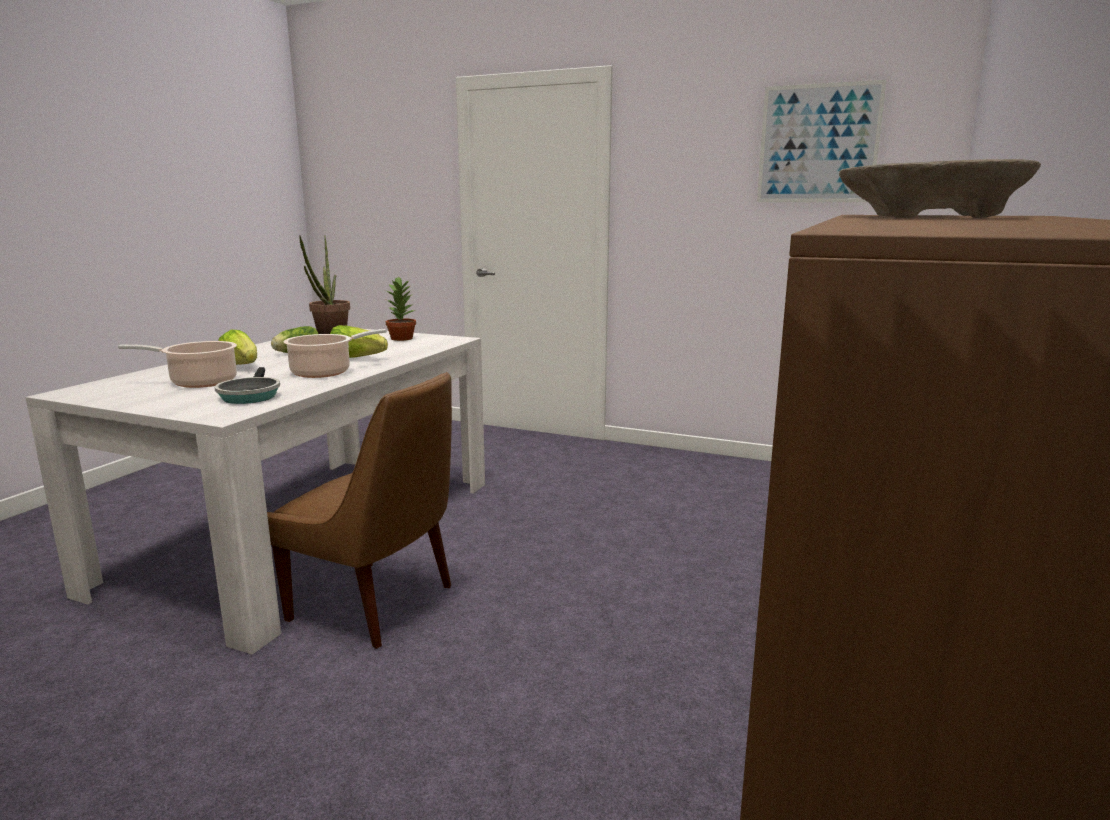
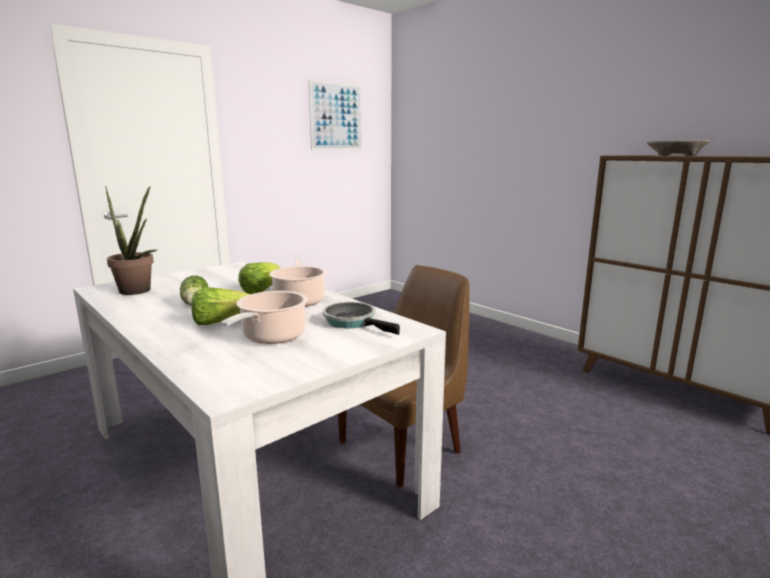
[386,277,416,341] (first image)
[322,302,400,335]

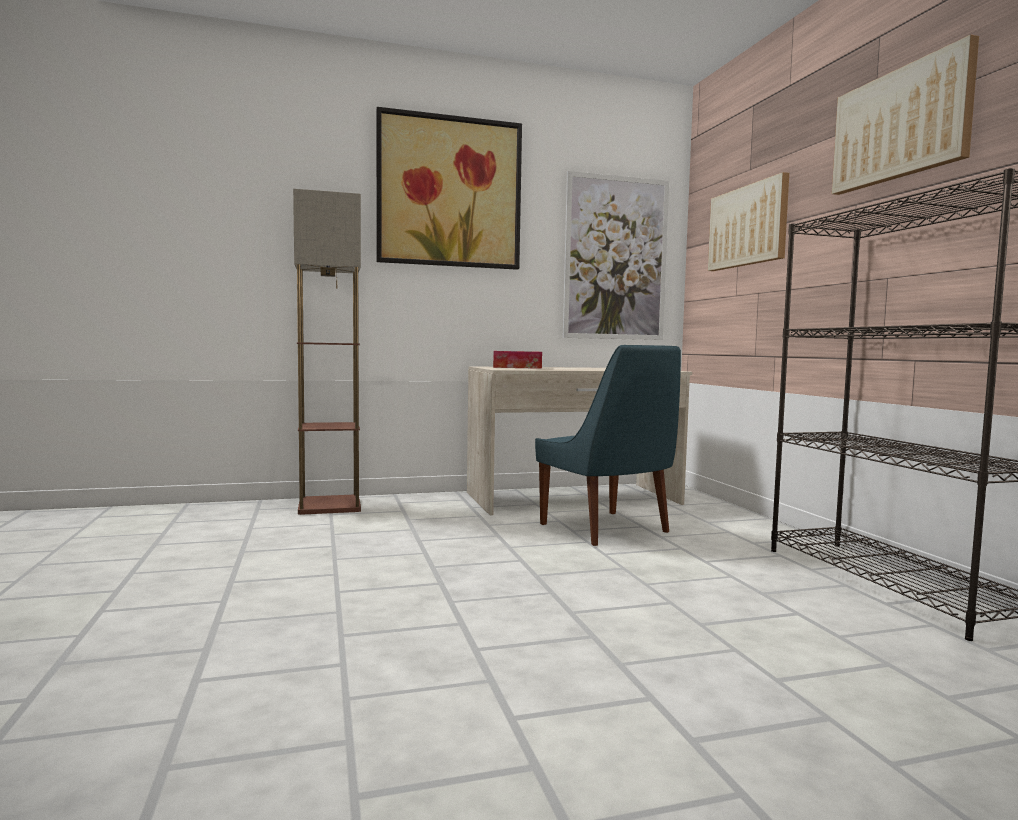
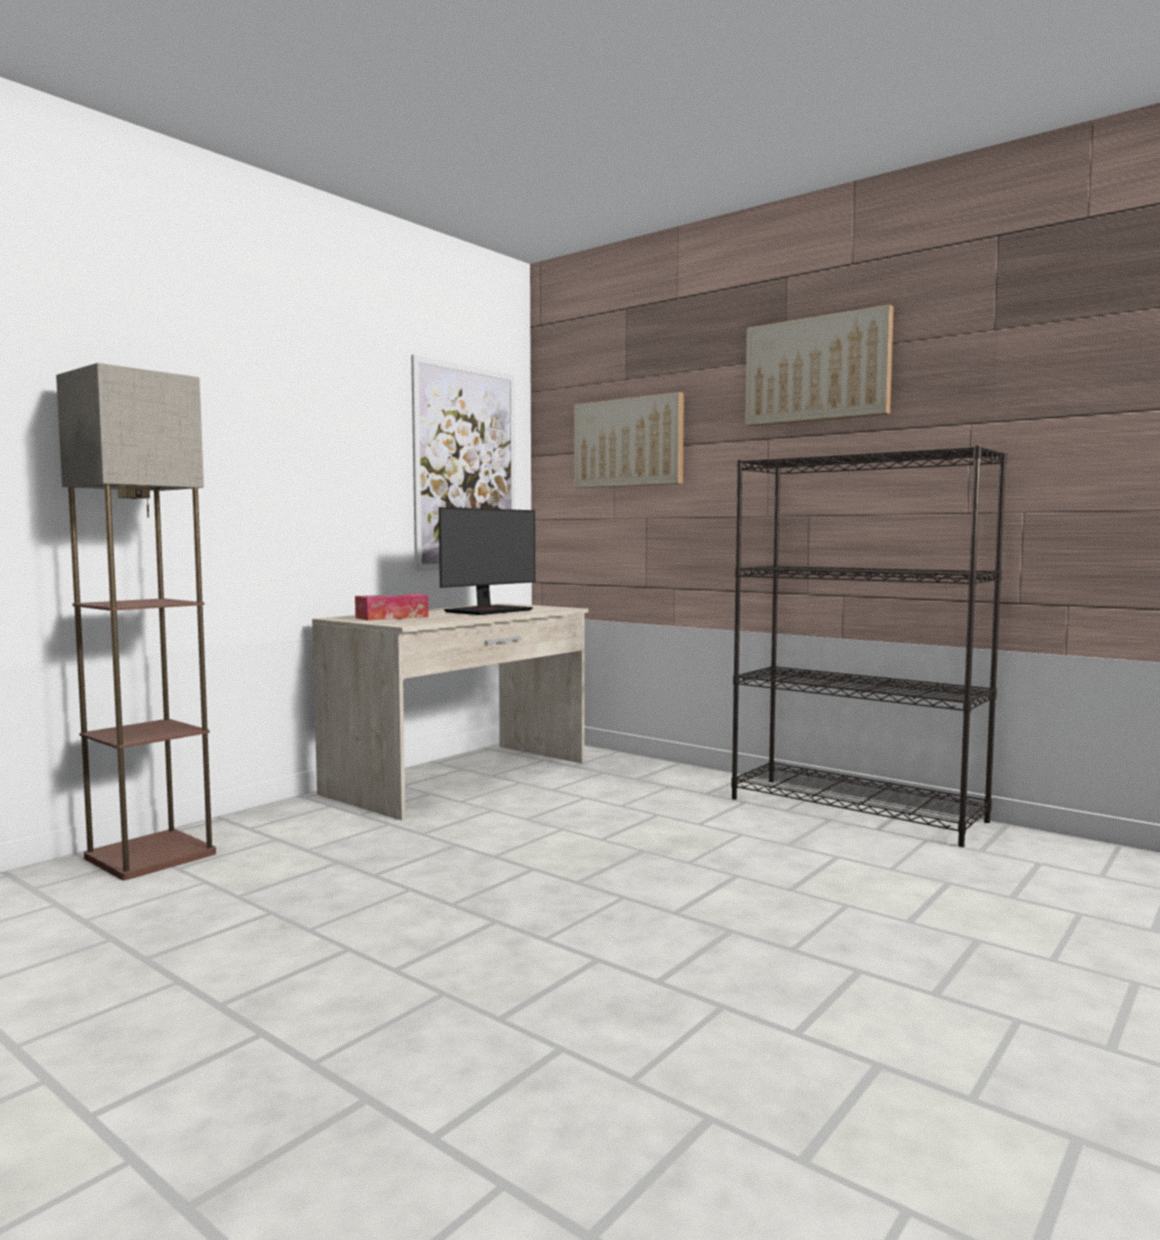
[376,107,522,270] (first image)
[535,345,681,546] (first image)
[439,507,535,615]

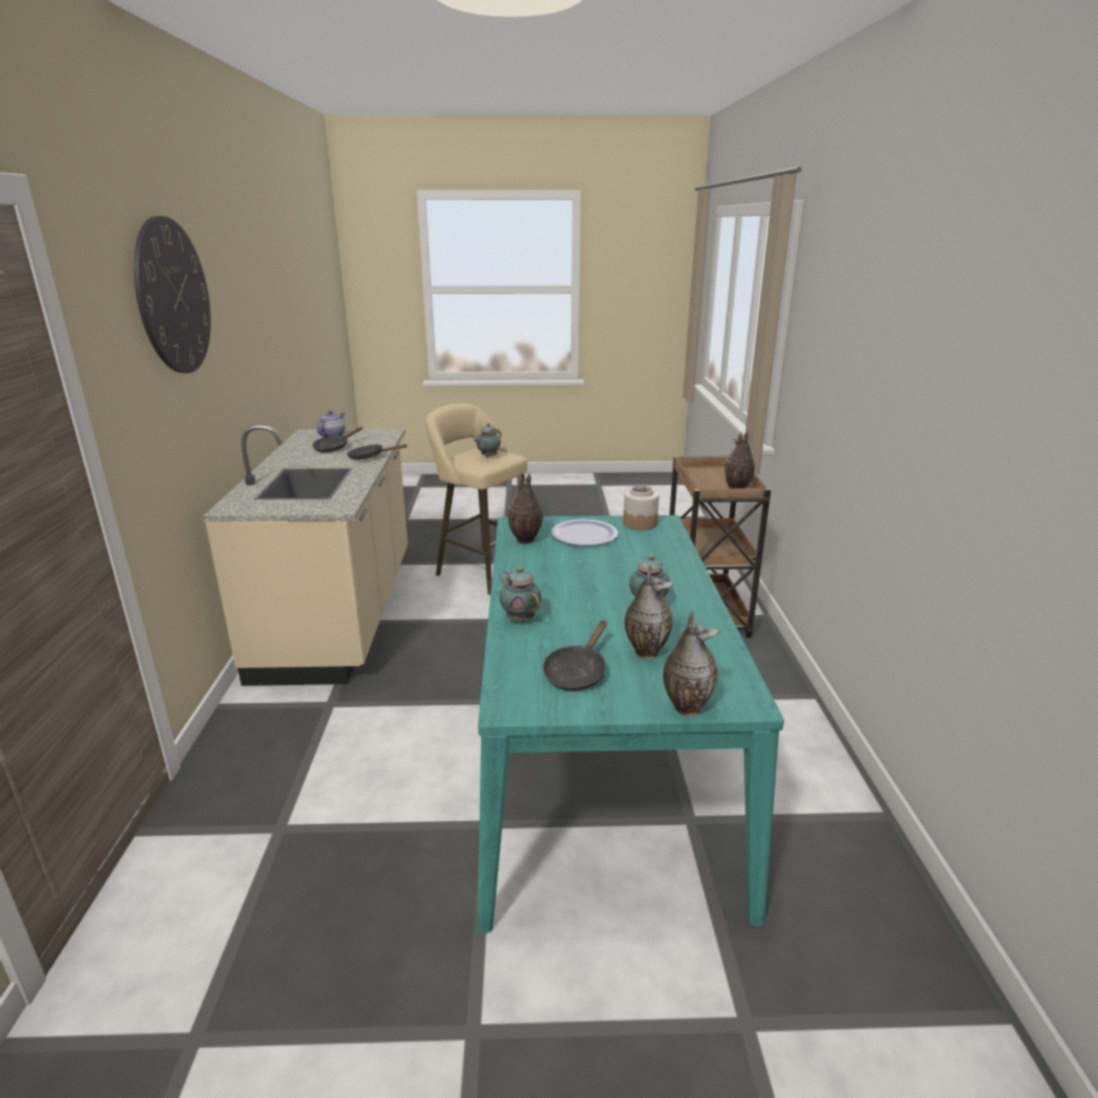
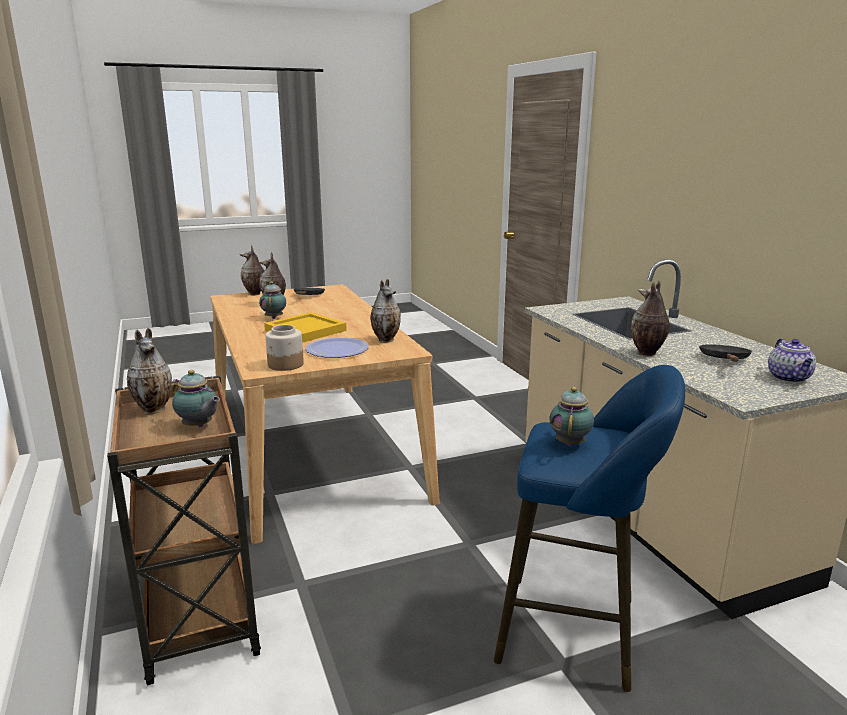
[134,216,211,373] (first image)
[264,312,347,343]
[172,370,220,427]
[631,280,670,356]
[494,365,685,692]
[210,284,440,544]

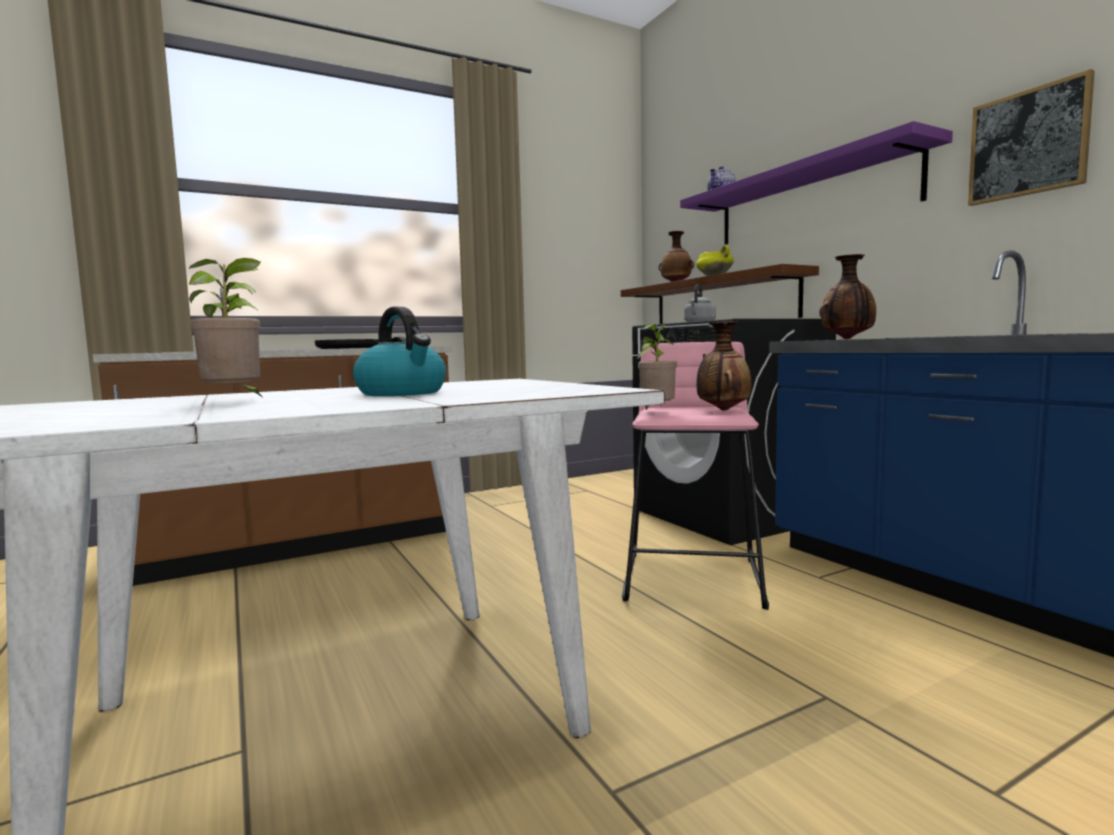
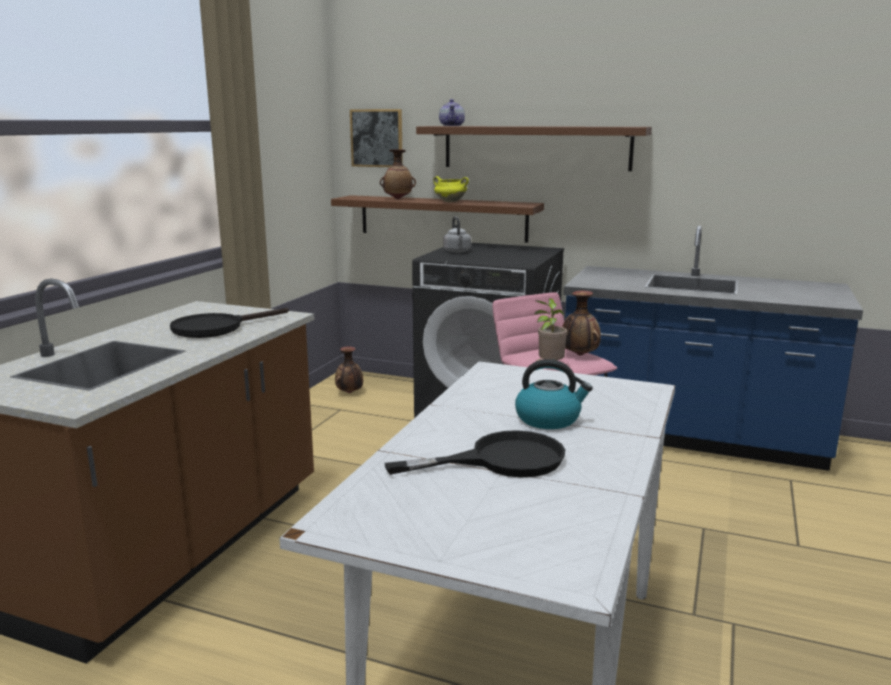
[335,347,363,393]
[350,109,403,167]
[385,430,565,477]
[416,126,652,171]

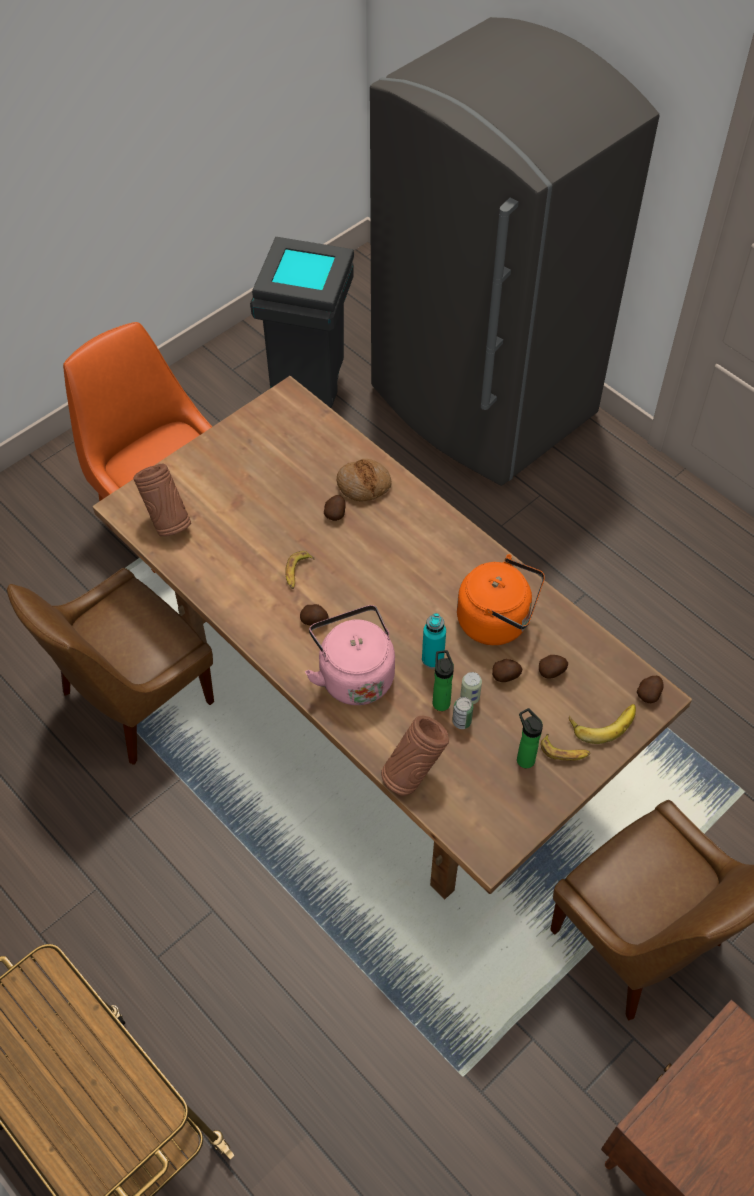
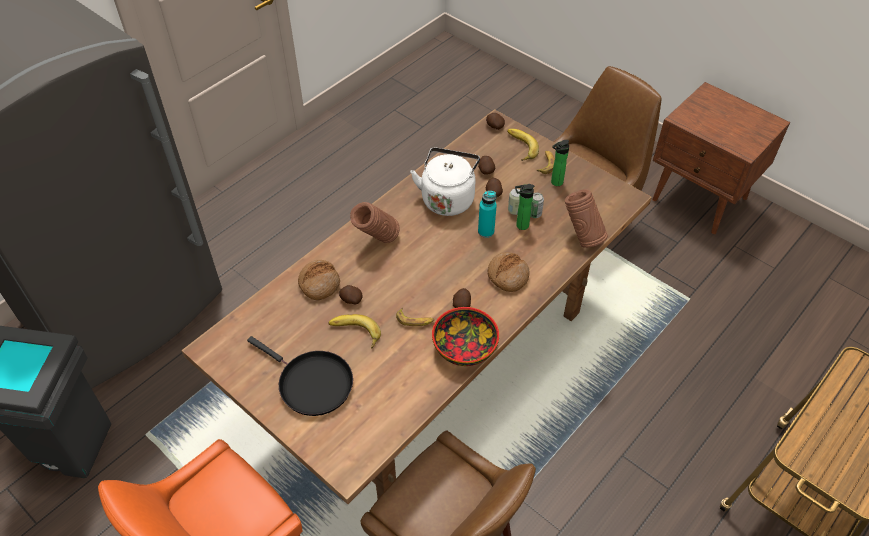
[247,336,353,416]
[328,314,381,348]
[432,307,499,366]
[350,202,400,243]
[487,252,530,292]
[410,147,480,216]

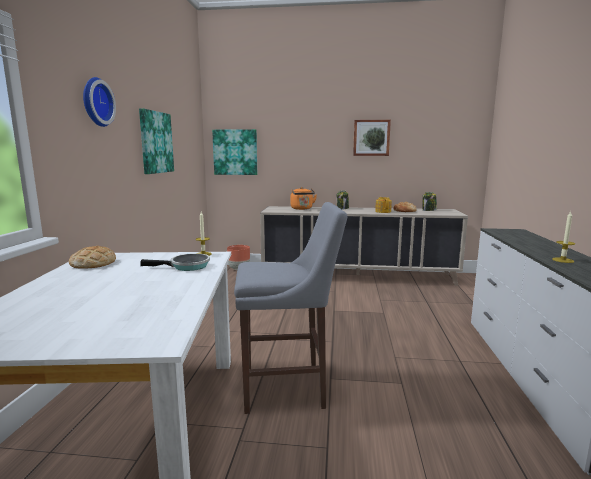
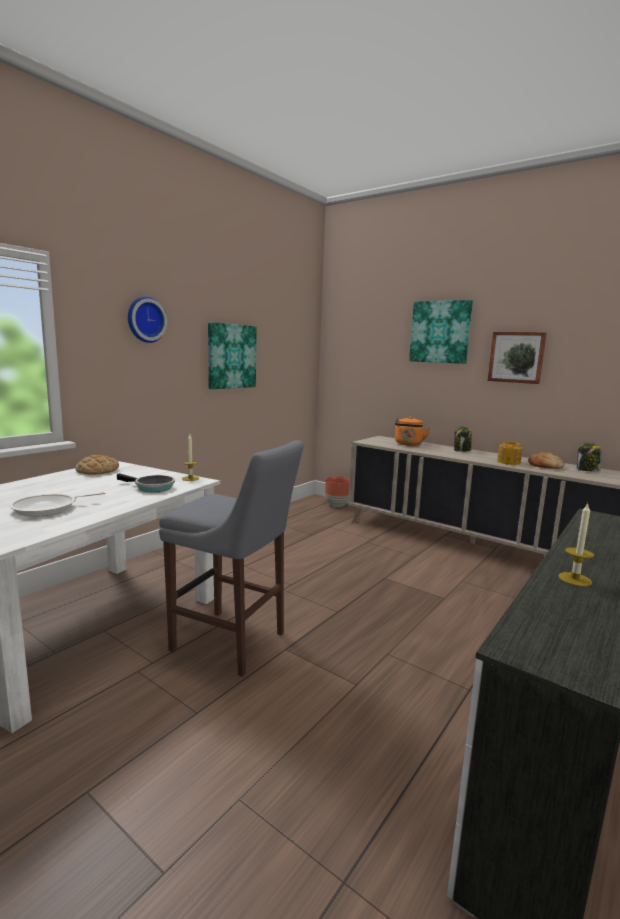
[10,492,106,517]
[409,300,473,364]

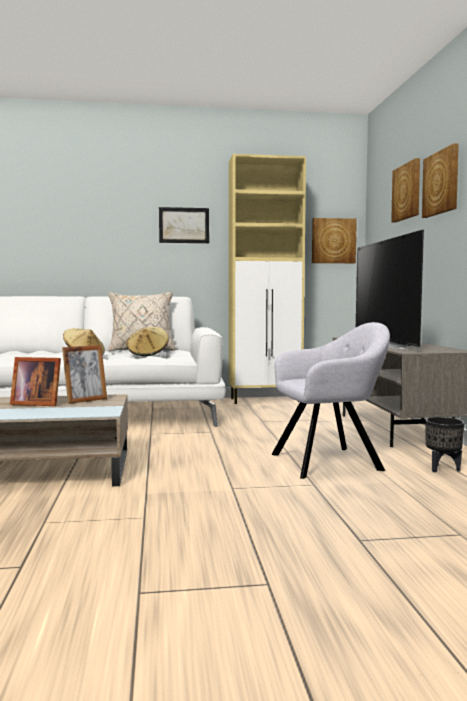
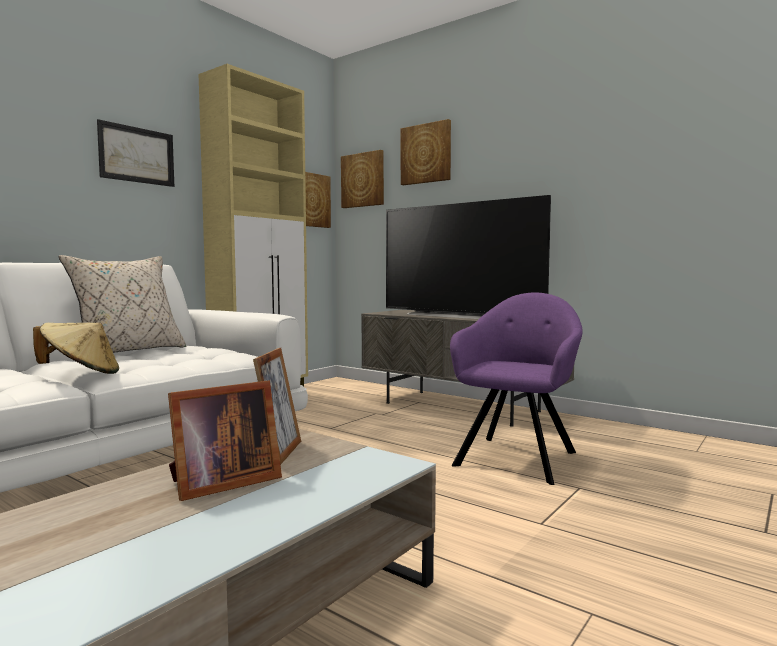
[127,327,169,356] (first image)
[425,417,465,472] (first image)
[341,150,384,208]
[450,293,583,485]

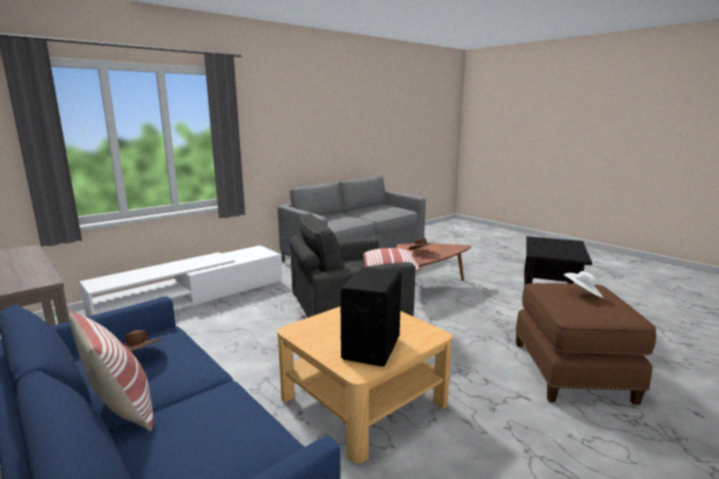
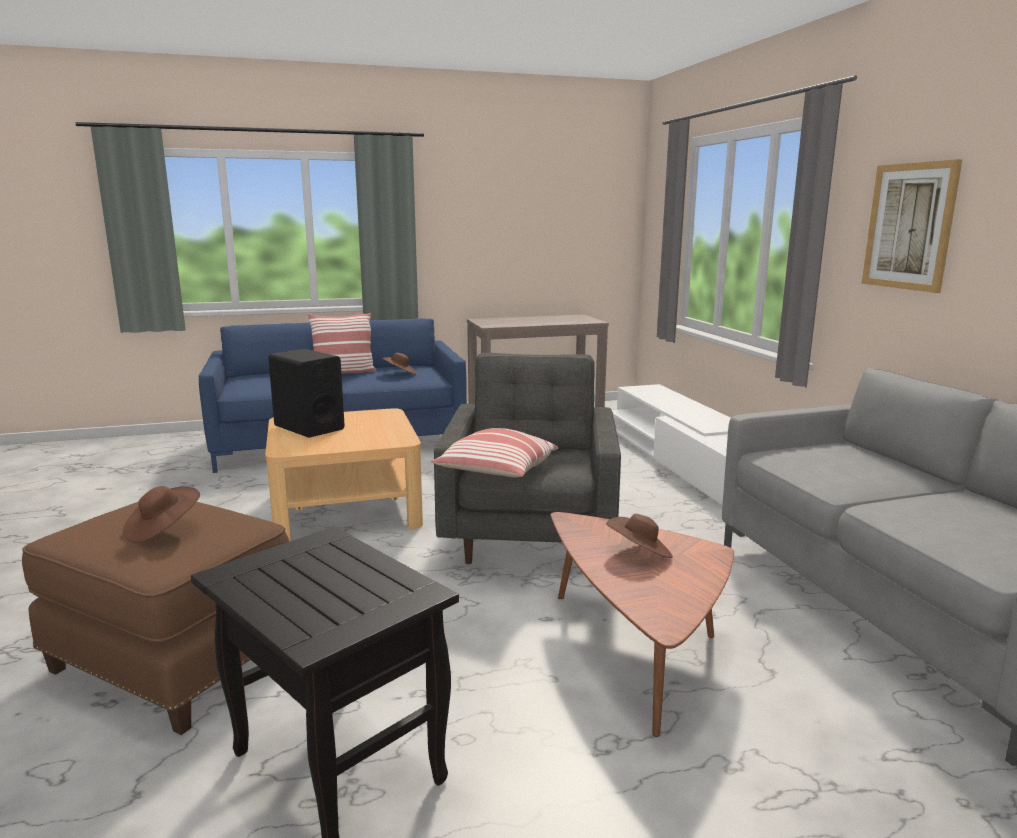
[862,159,963,293]
[123,486,200,543]

